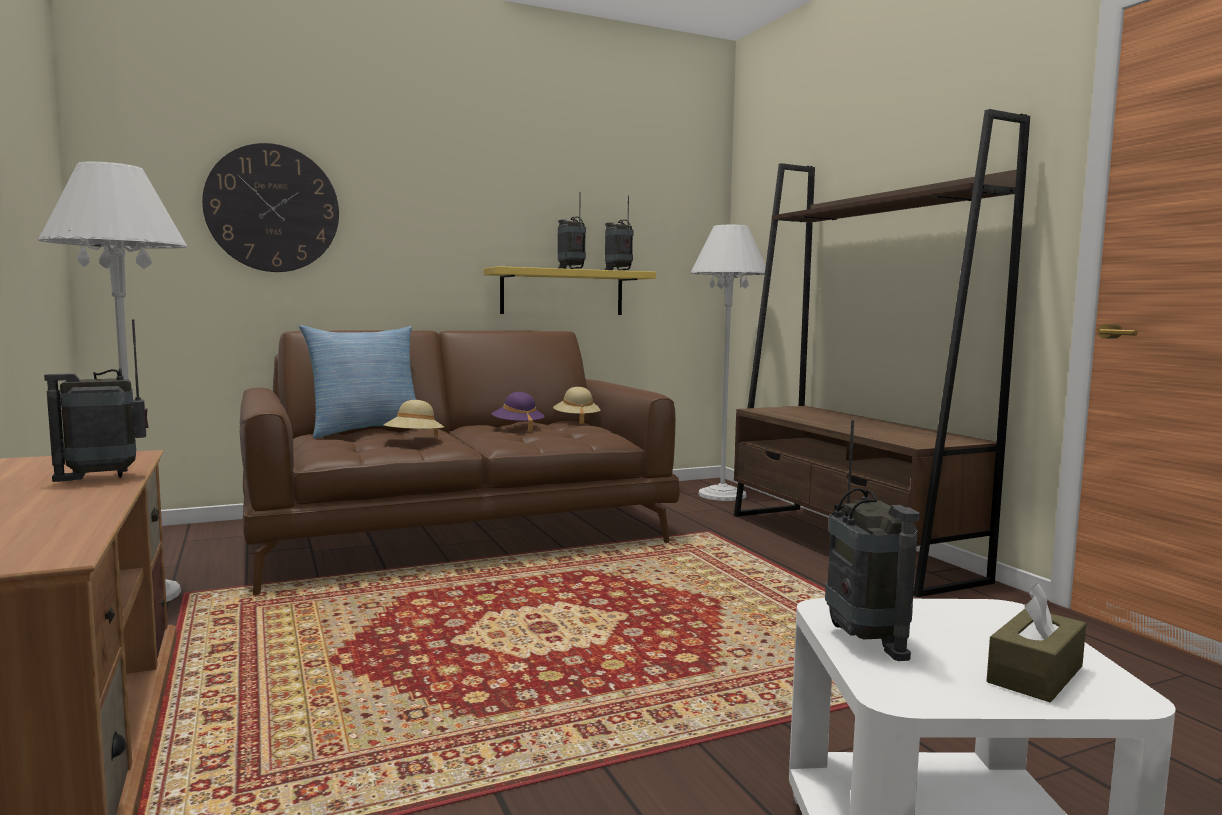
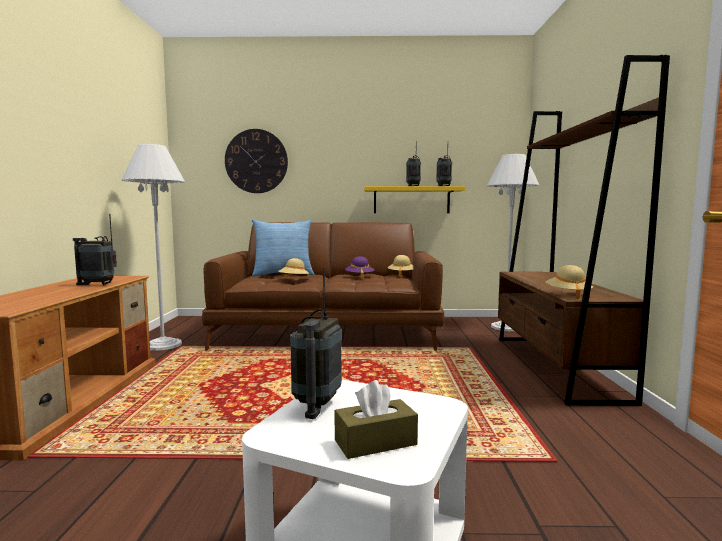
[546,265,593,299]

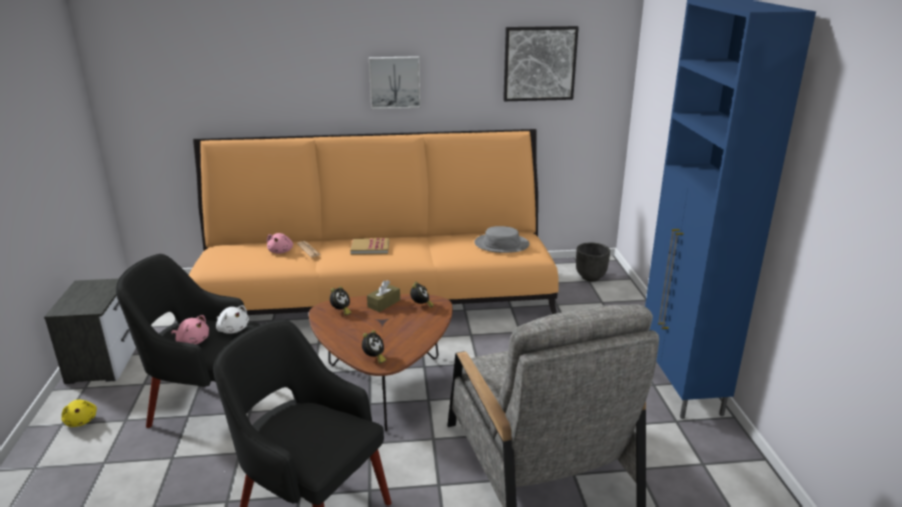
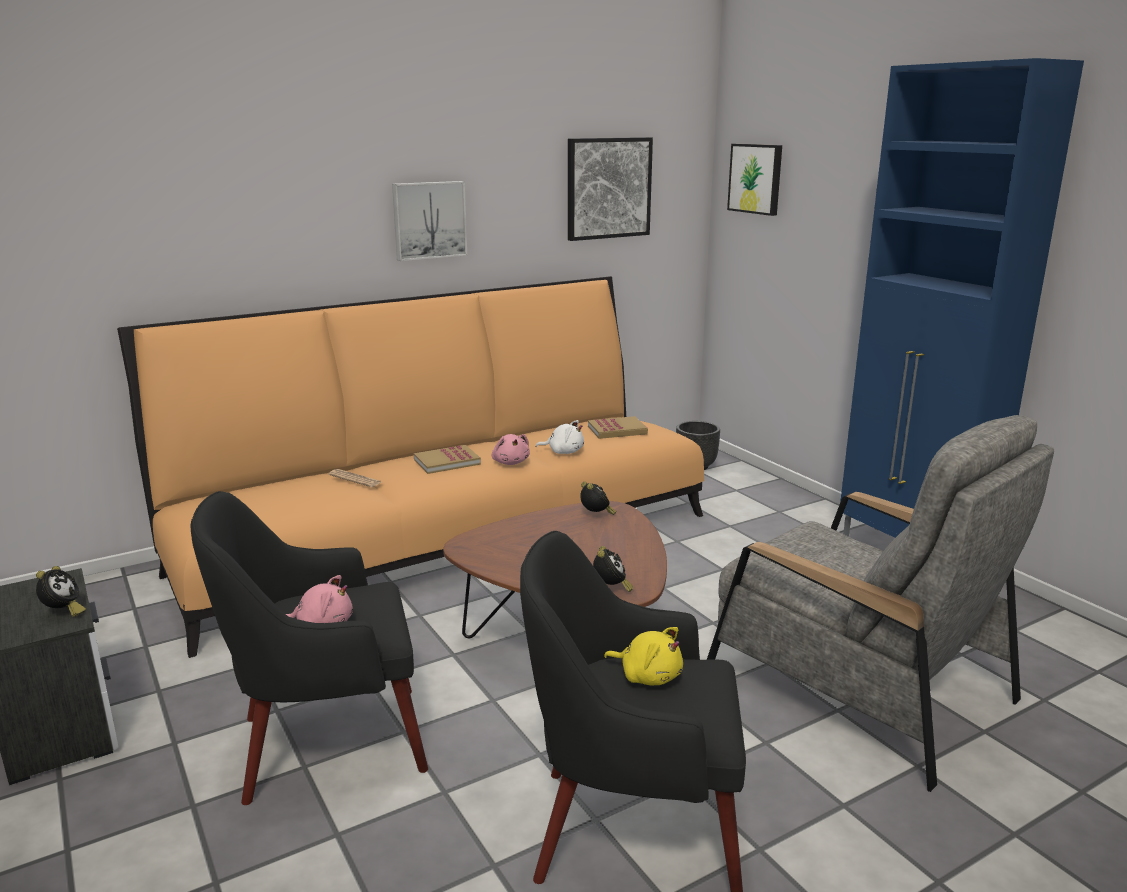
[367,280,400,312] (first image)
[727,144,782,216]
[604,627,683,685]
[535,420,584,454]
[492,434,530,465]
[36,566,86,617]
[588,416,648,439]

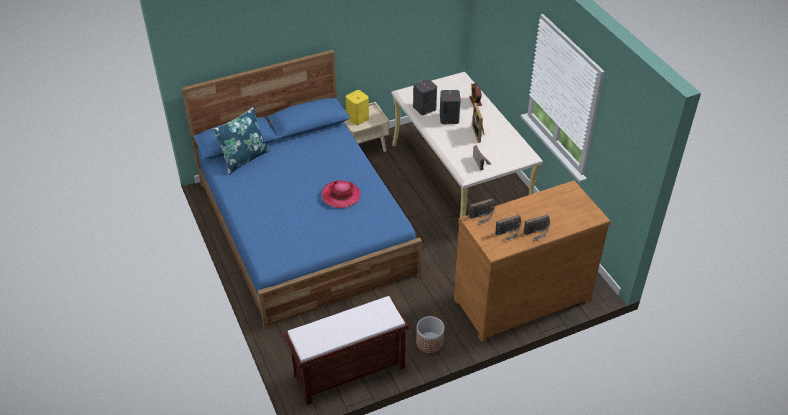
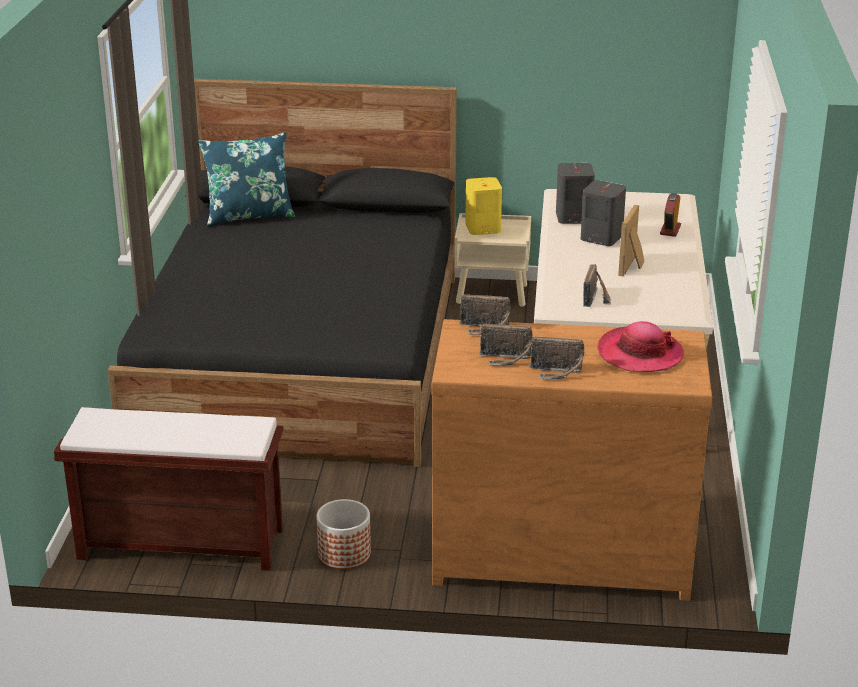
[598,321,684,372]
[108,79,457,467]

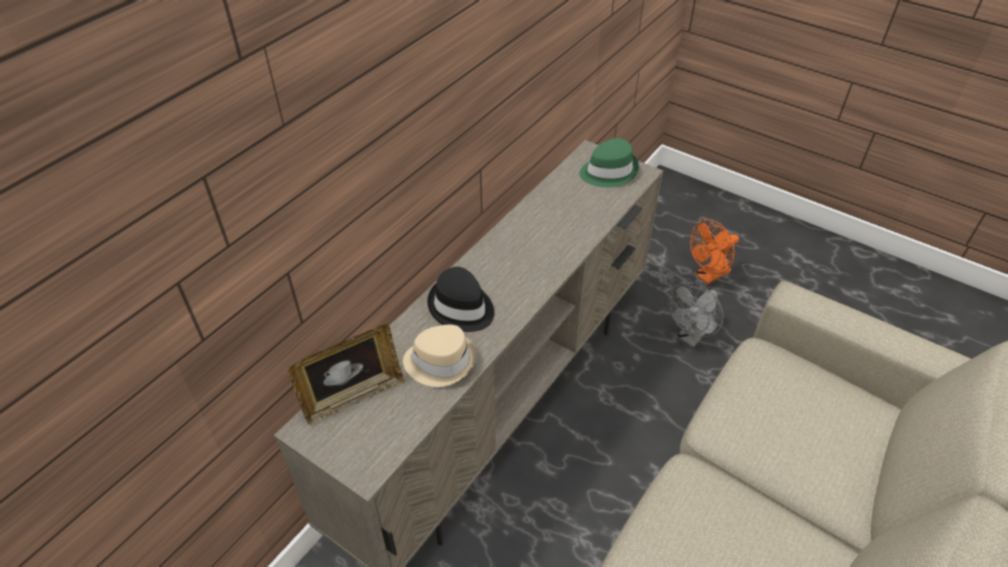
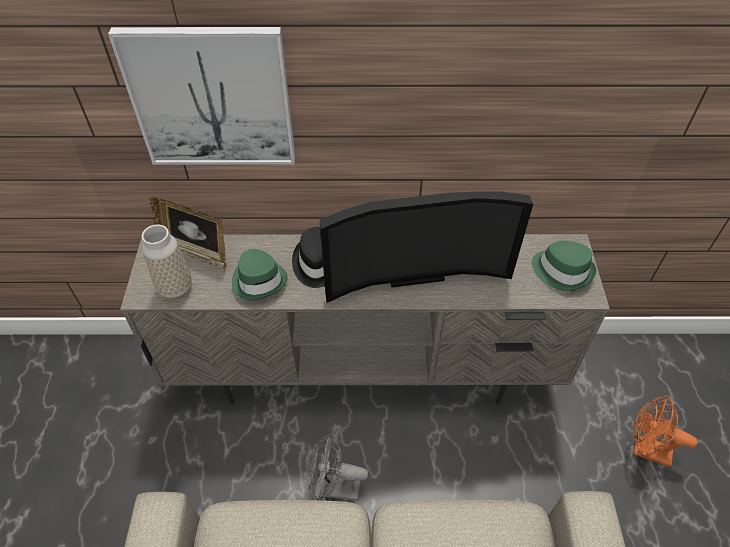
[108,27,295,165]
[142,224,192,299]
[320,191,533,303]
[307,433,369,501]
[232,249,288,300]

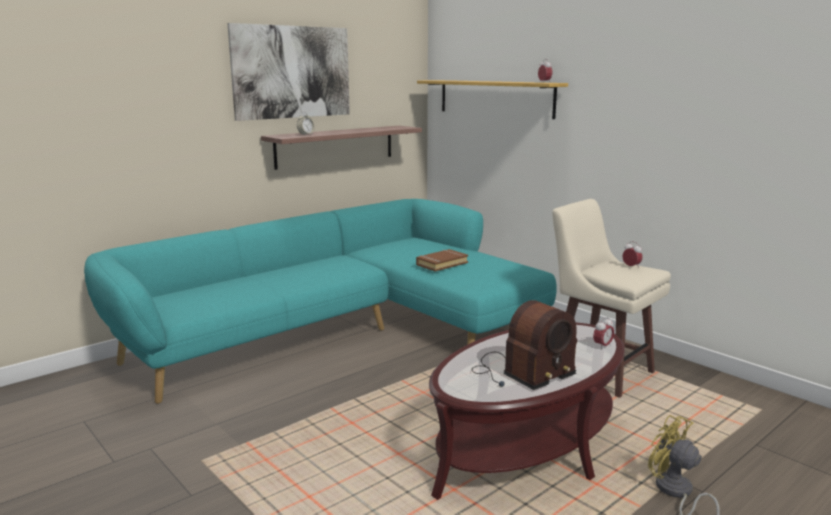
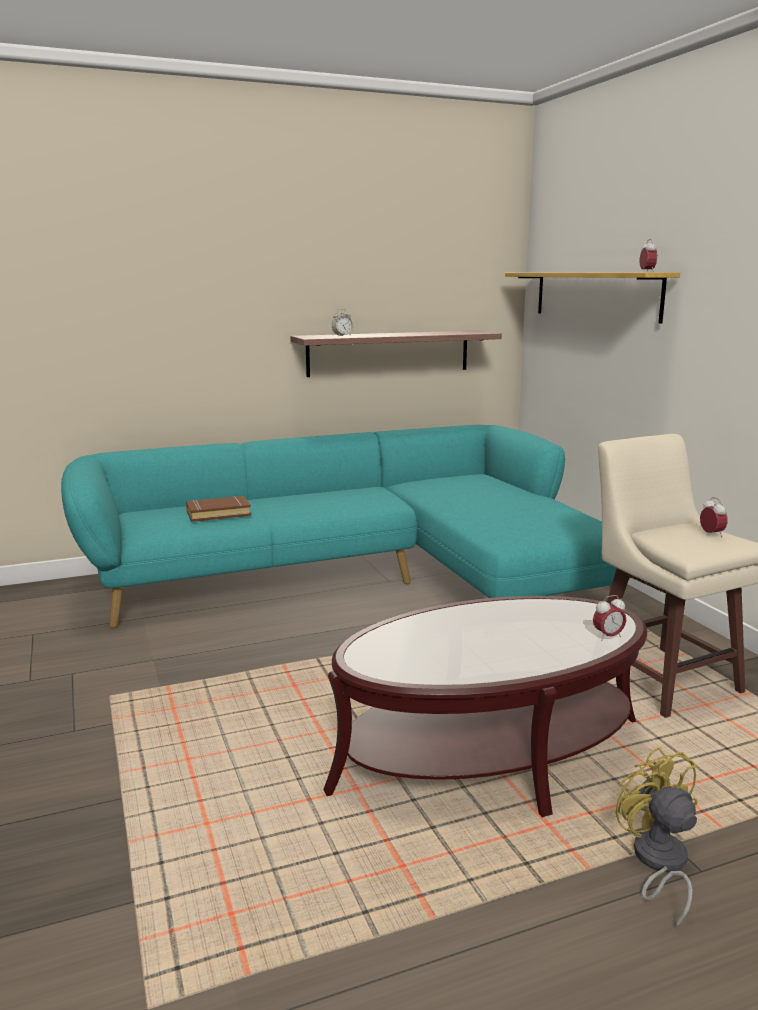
[227,23,350,121] (first image)
[472,300,578,390] (first image)
[186,496,251,522]

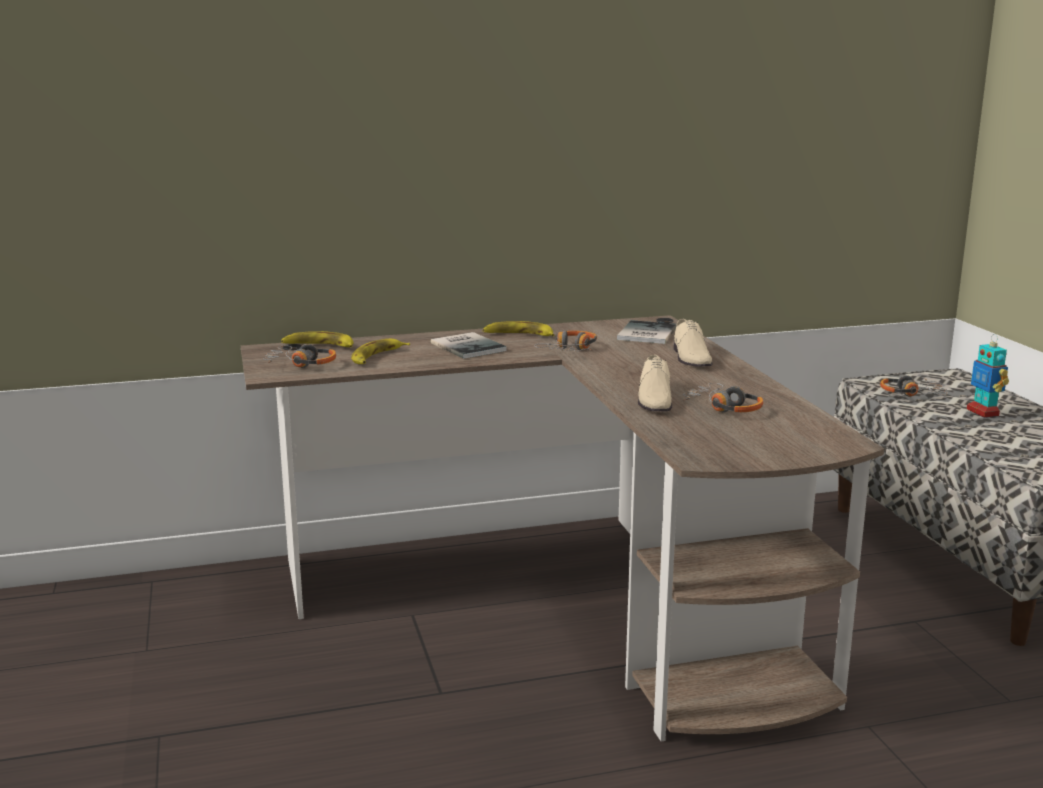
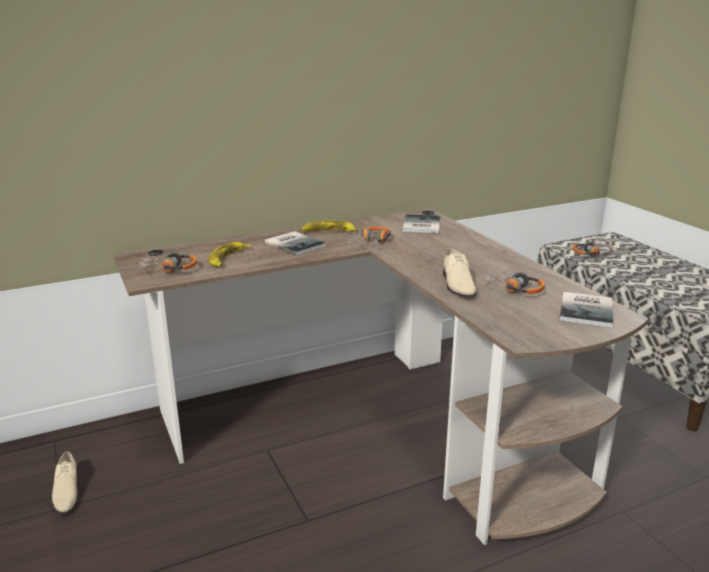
[281,331,353,347] (first image)
[967,334,1009,418] (first image)
[559,292,613,328]
[52,452,78,514]

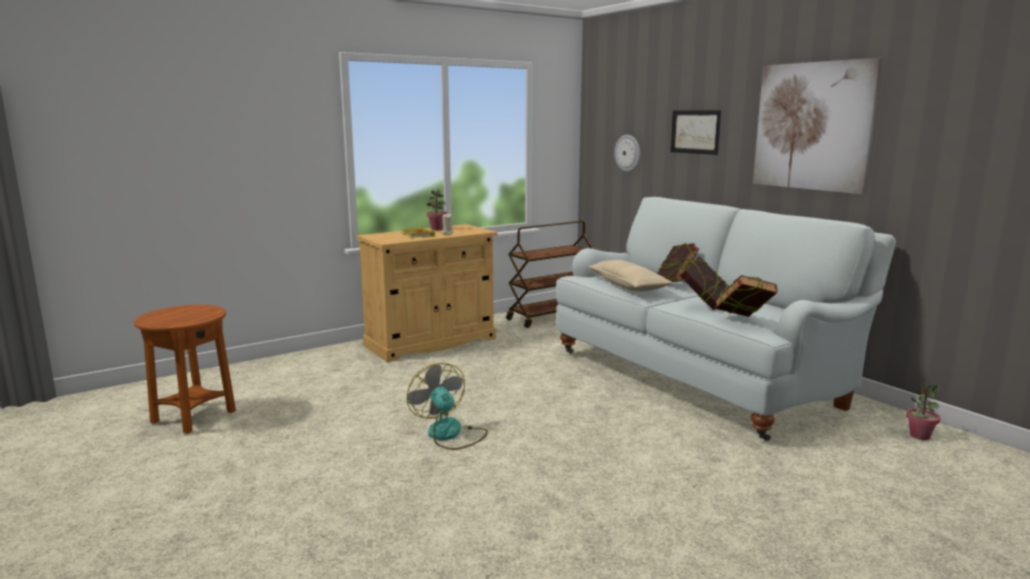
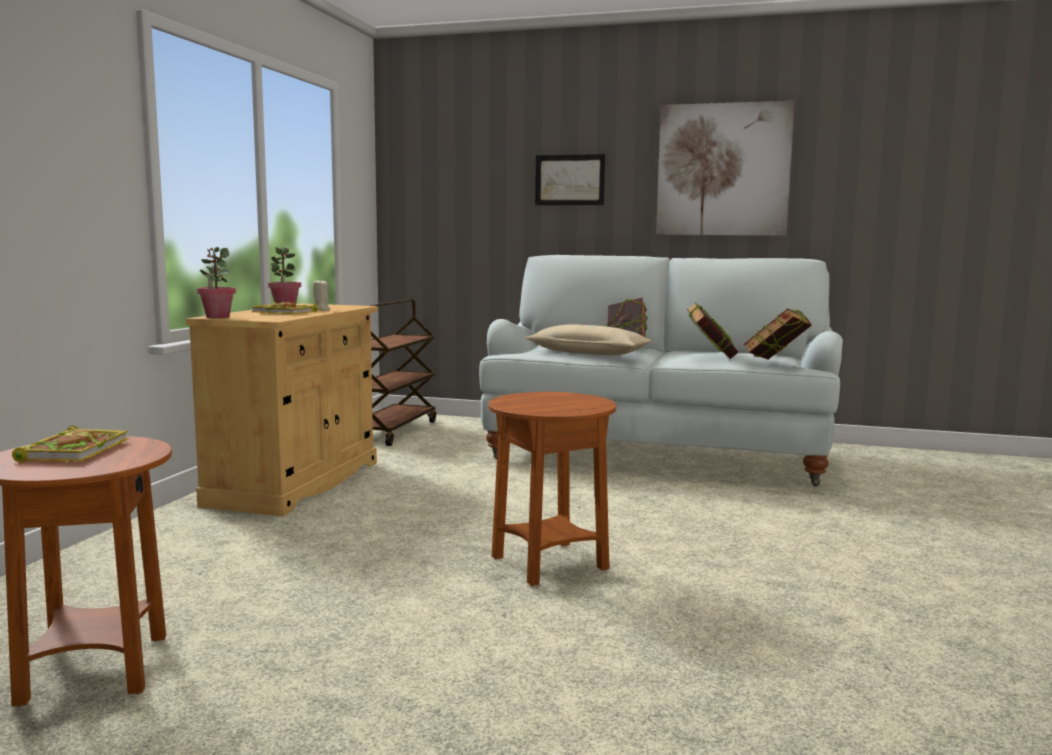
[614,135,640,172] (first image)
[12,426,129,463]
[197,247,236,318]
[488,392,616,586]

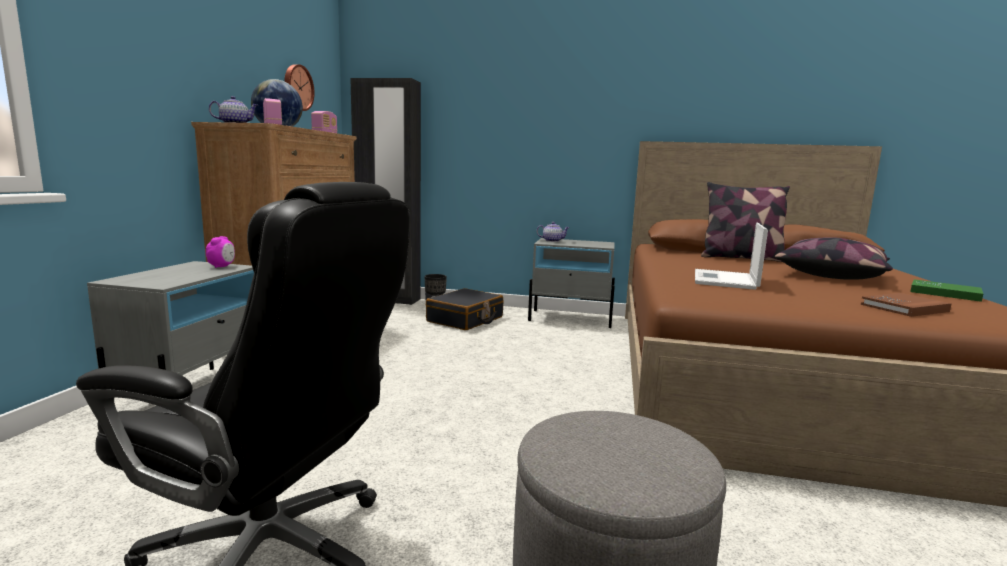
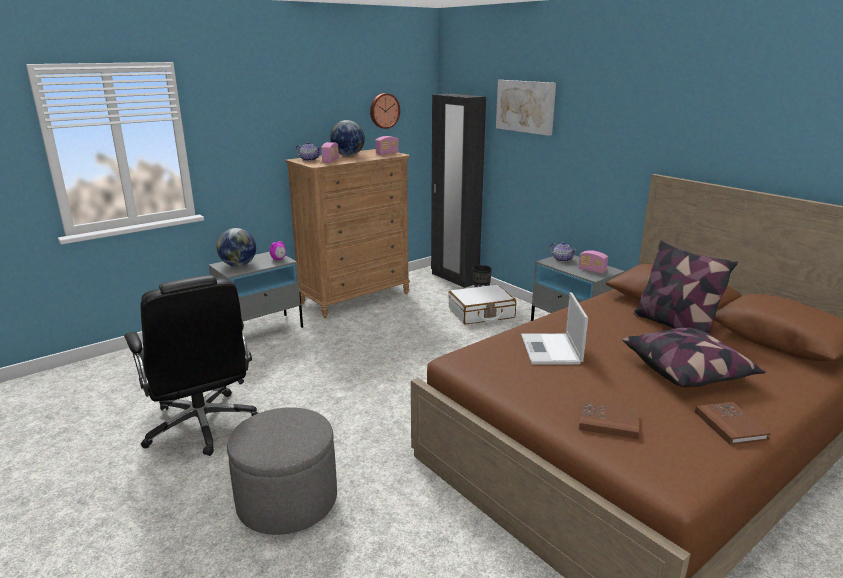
[217,228,256,267]
[496,80,556,136]
[579,250,608,274]
[448,285,516,324]
[695,402,771,445]
[521,292,588,365]

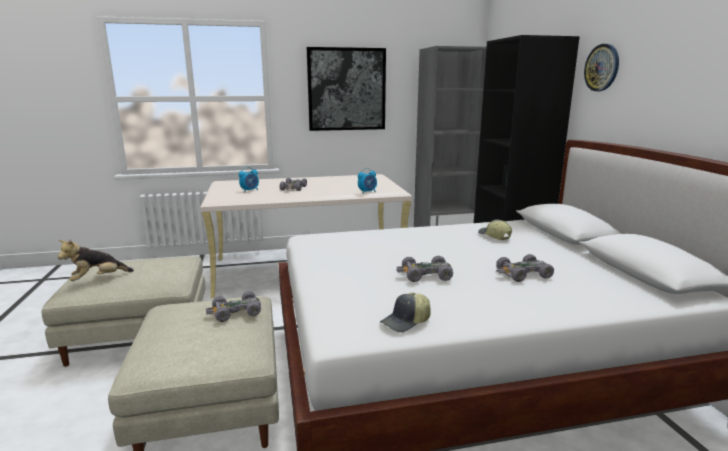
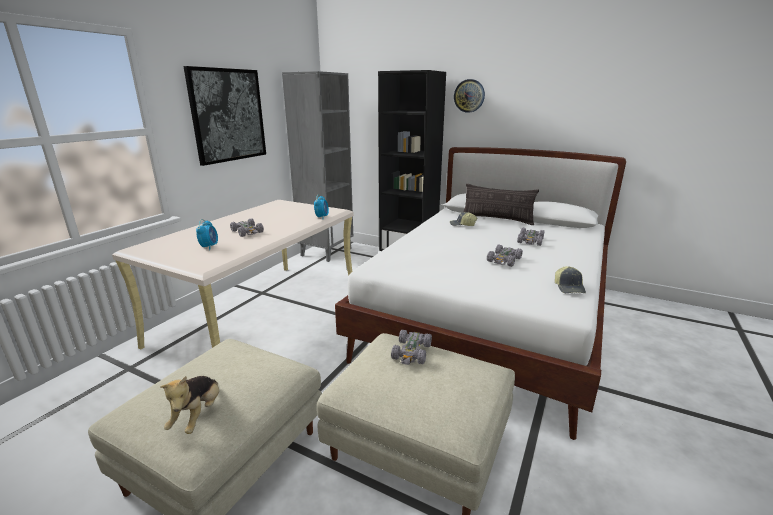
[463,184,539,225]

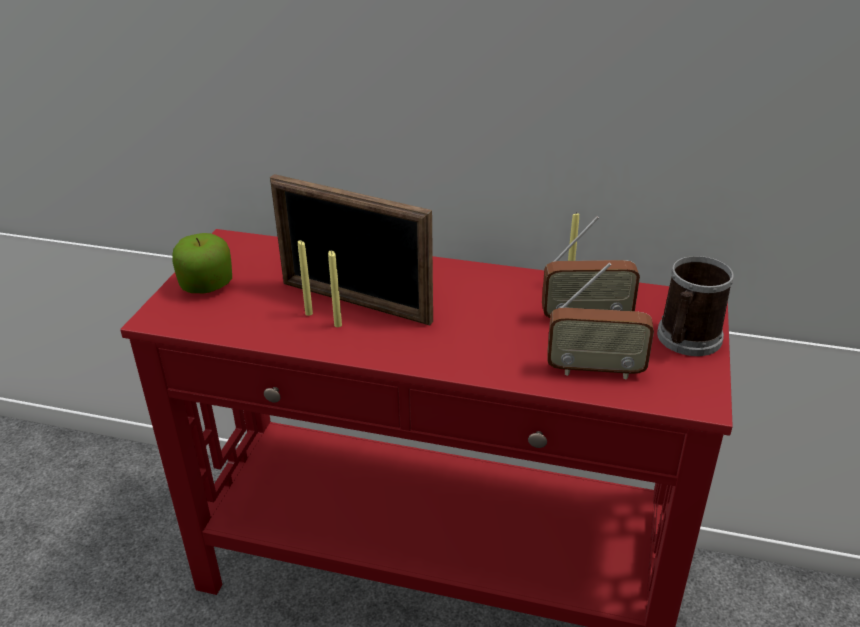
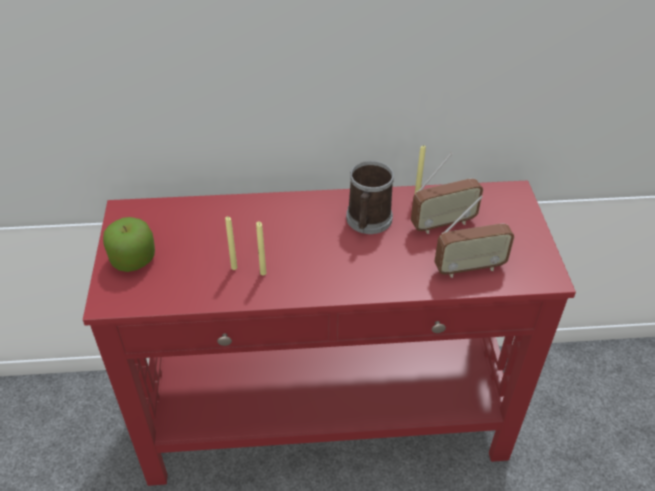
[270,174,433,326] (first image)
[346,161,394,234]

